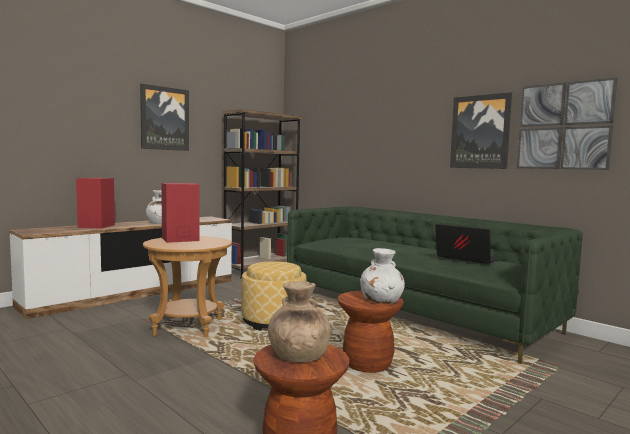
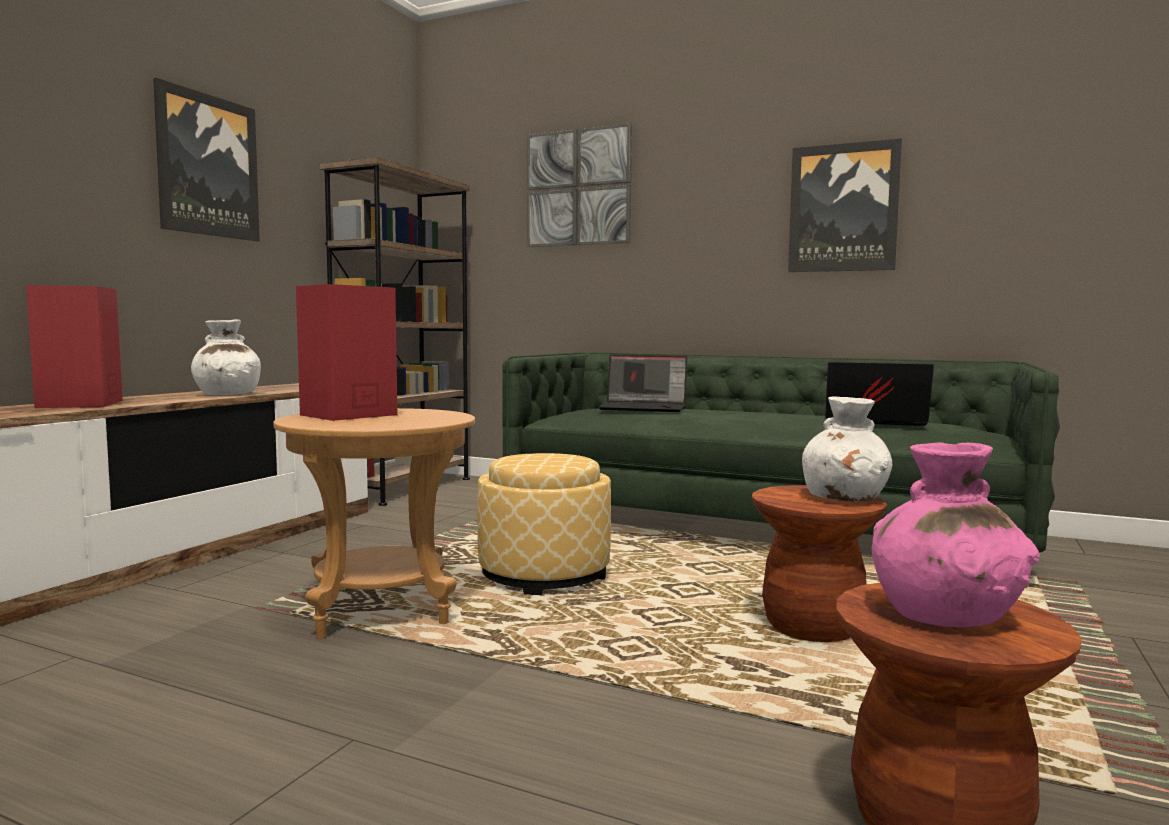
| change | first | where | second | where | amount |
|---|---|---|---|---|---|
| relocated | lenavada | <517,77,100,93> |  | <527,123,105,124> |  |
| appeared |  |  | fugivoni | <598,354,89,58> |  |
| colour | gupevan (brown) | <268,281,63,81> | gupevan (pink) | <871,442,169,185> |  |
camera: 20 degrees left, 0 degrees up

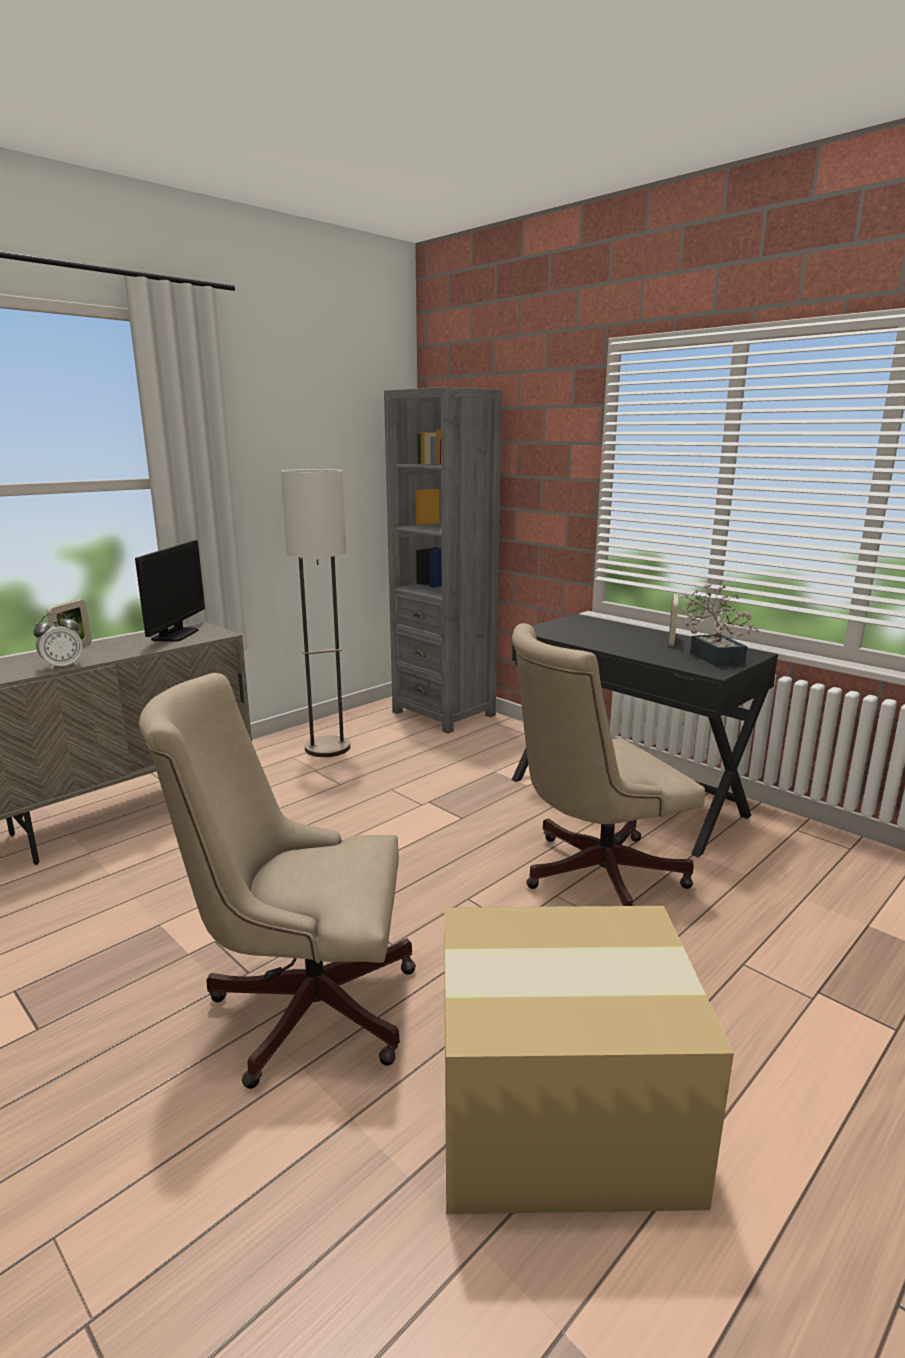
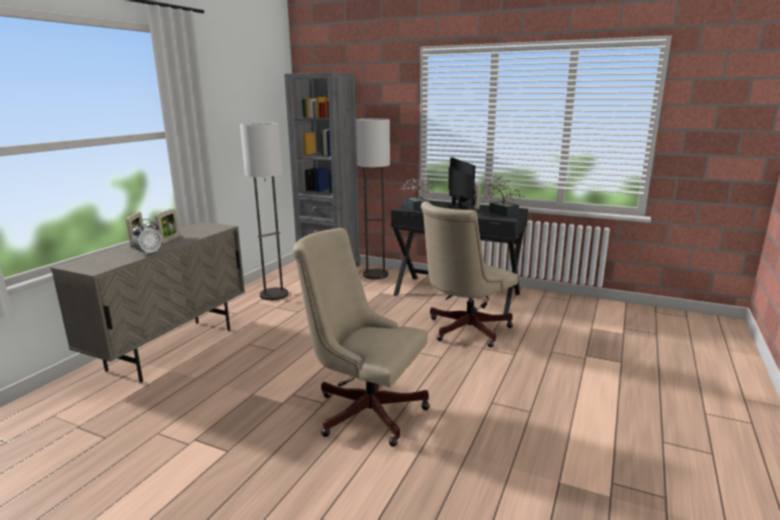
| change | first | where | second | where | amount |
|---|---|---|---|---|---|
| appeared |  |  | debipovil | <155,209,25,34> |  |
| spun | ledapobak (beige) | <139,673,277,416> |  | <293,228,137,219> | 45 degrees clockwise |
| appeared |  |  | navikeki | <356,118,34,161> |  |
| appeared |  |  | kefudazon | <400,176,36,35> |  |
| relocated | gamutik | <135,540,70,102> |  | <447,157,28,53> |  |
| missing | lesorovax | <444,906,290,308> |  |  |  |
camera: 20 degrees left, 0 degrees up

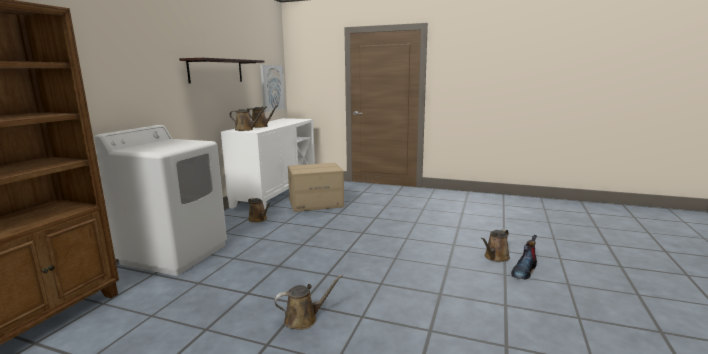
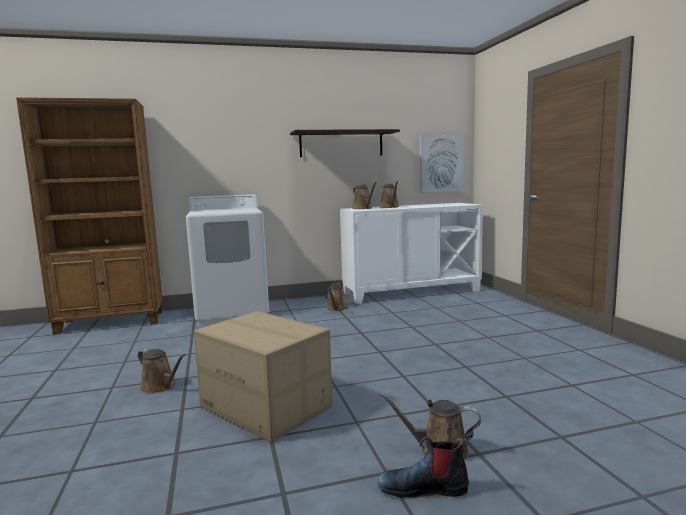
| change | first | where | second | where | amount |
|---|---|---|---|---|---|
| relocated | lesorovax | <288,163,56,49> |  | <194,311,138,131> |  |
camera: 55 degrees right, 5 degrees down

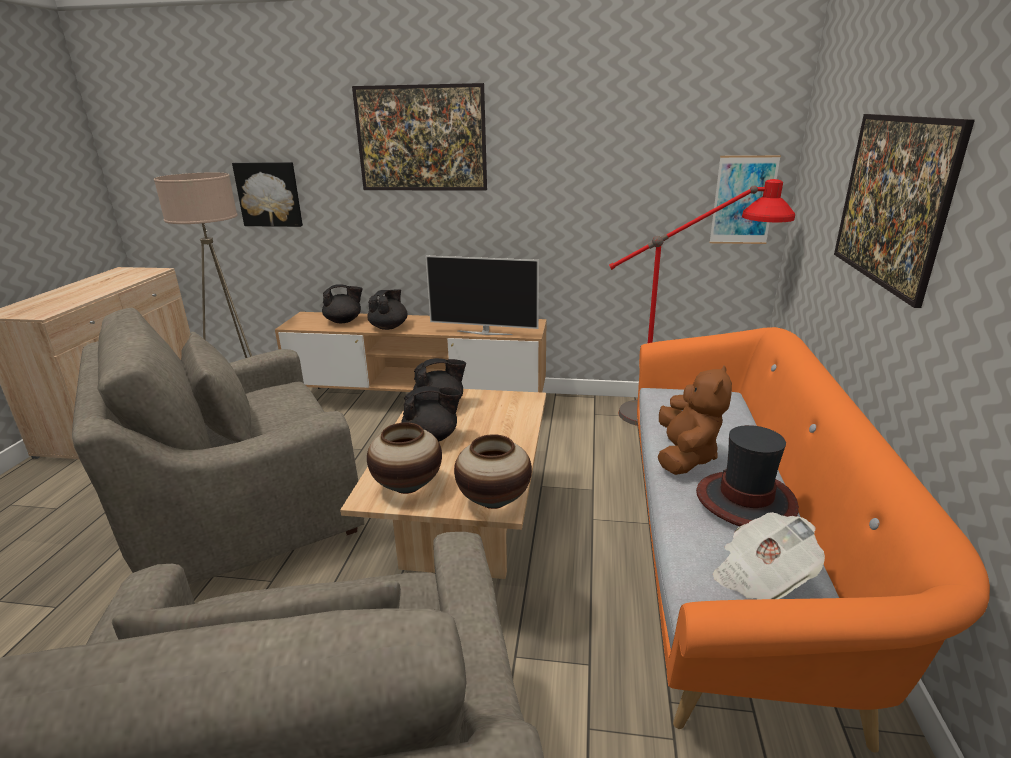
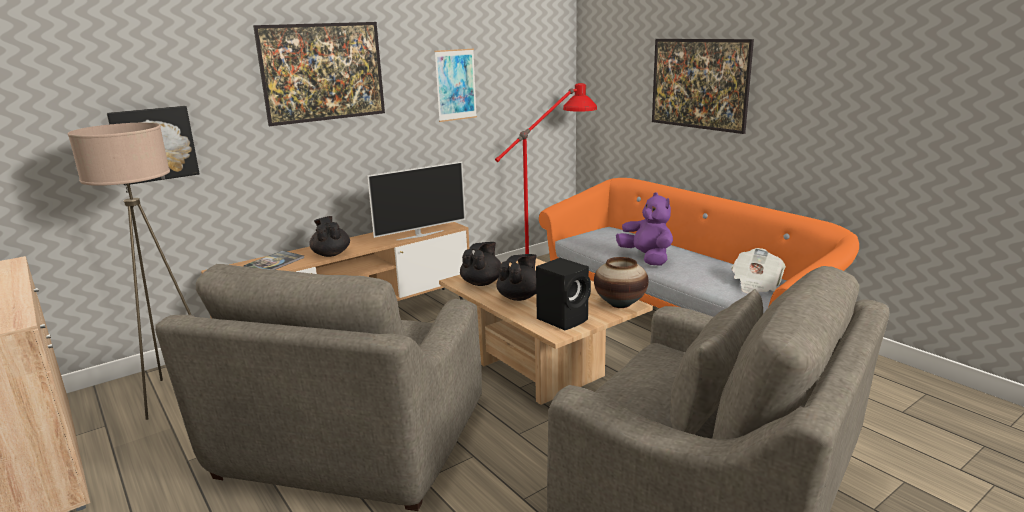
| change | first | where | second | where | amount |
|---|---|---|---|---|---|
| exchanged | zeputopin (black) | <322,284,41,39> | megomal | <244,251,60,19> |  |
| relocated | lenavada | <709,155,72,89> |  | <434,48,43,74> |  |
| exchanged | gupevan | <367,422,75,72> | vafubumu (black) | <536,258,55,73> |  |
| colour | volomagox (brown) | <658,365,74,110> | volomagox (purple) | <616,192,57,74> |  |
| missing | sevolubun | <696,425,103,101> |  |  |  |
camera: 45 degrees left, 5 degrees down

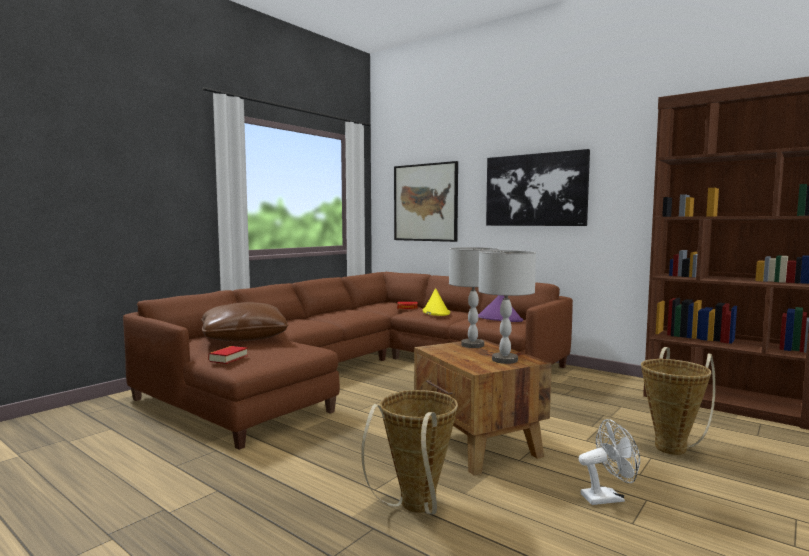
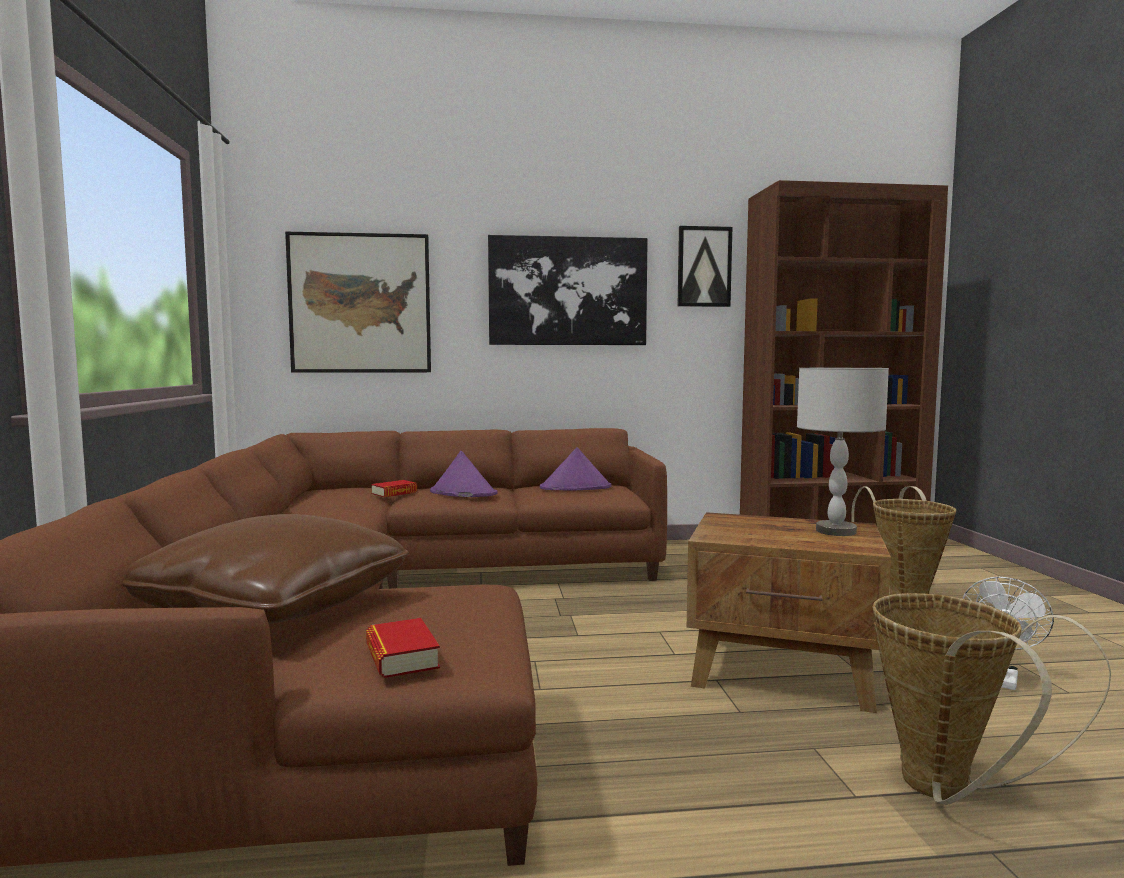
| change | first | where | second | where | amount |
|---|---|---|---|---|---|
| colour | sevolubun (yellow) | <422,288,28,28> | sevolubun (purple) | <430,451,67,46> |  |
| appeared |  |  | lenavada | <678,226,54,81> |  |
| missing | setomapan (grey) | <449,247,50,101> |  |  |  |
camera: 45 degrees left, 0 degrees up

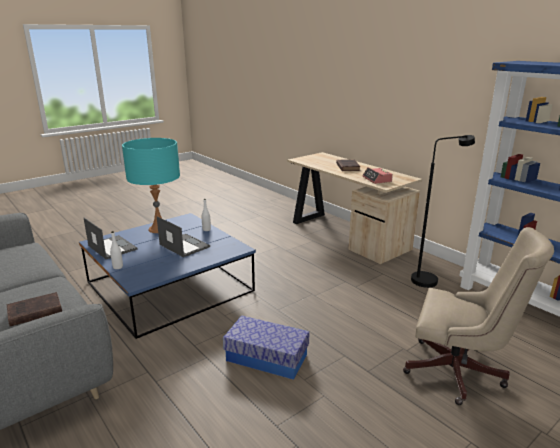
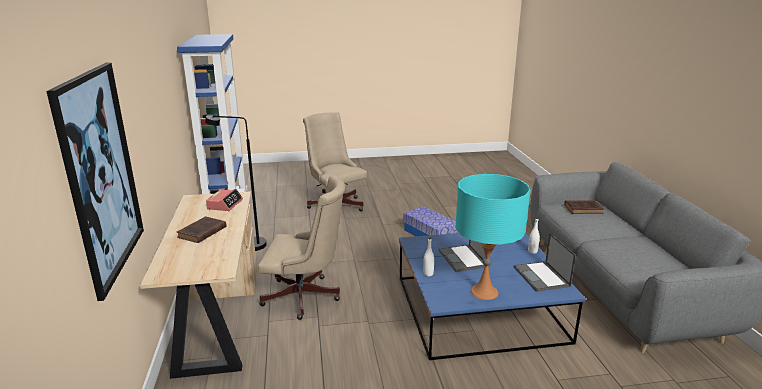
| change | first | where | second | where | amount |
|---|---|---|---|---|---|
| appeared |  |  | lenavada | <46,62,98,239> |  |
| appeared |  |  | ledapobak (beige) | <258,175,87,145> |  |
camera: 150 degrees left, 0 degrees up

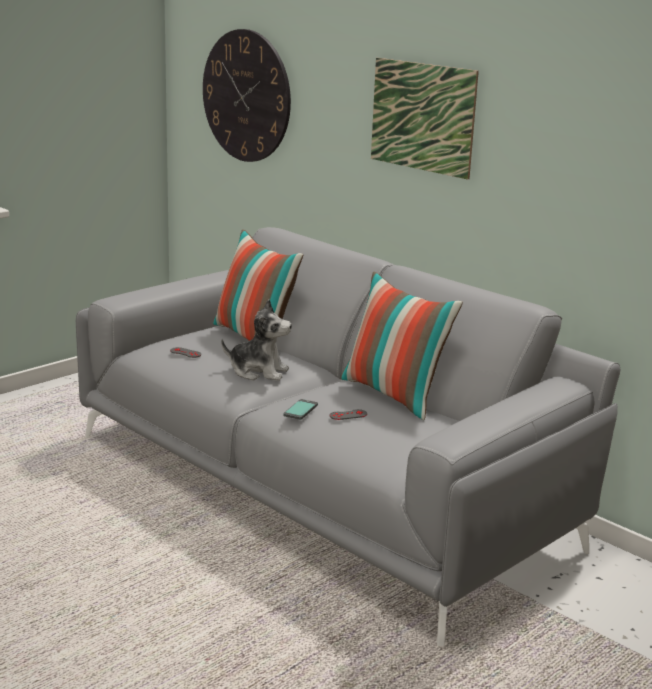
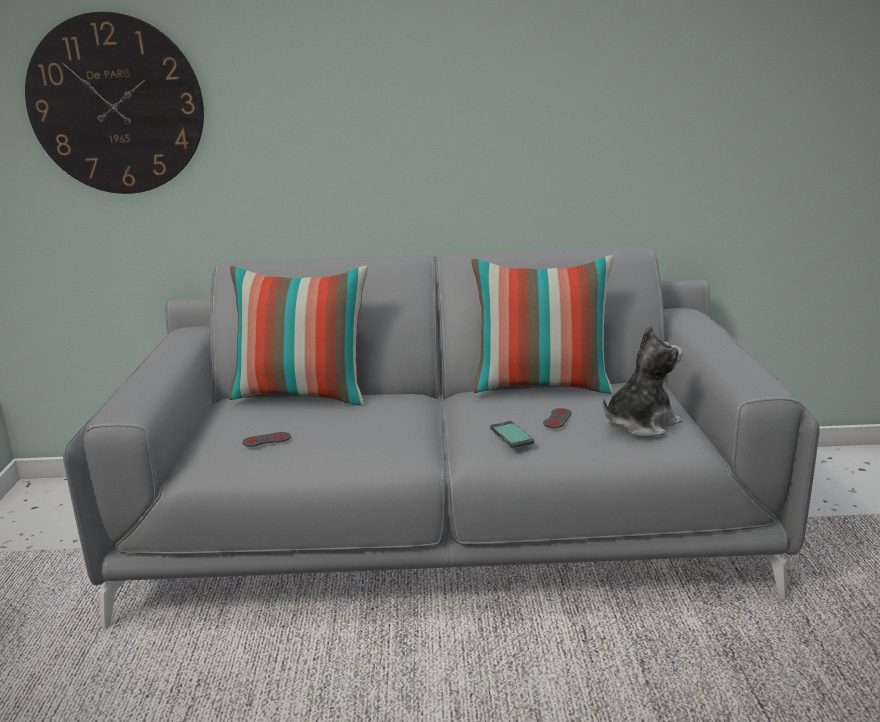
| change | first | where | second | where | amount |
|---|---|---|---|---|---|
| relocated | volomagox | <221,299,71,82> |  | <603,325,80,112> |  |
| missing | lenavada | <371,58,108,122> |  |  |  |
camera: 45 degrees left, 0 degrees up

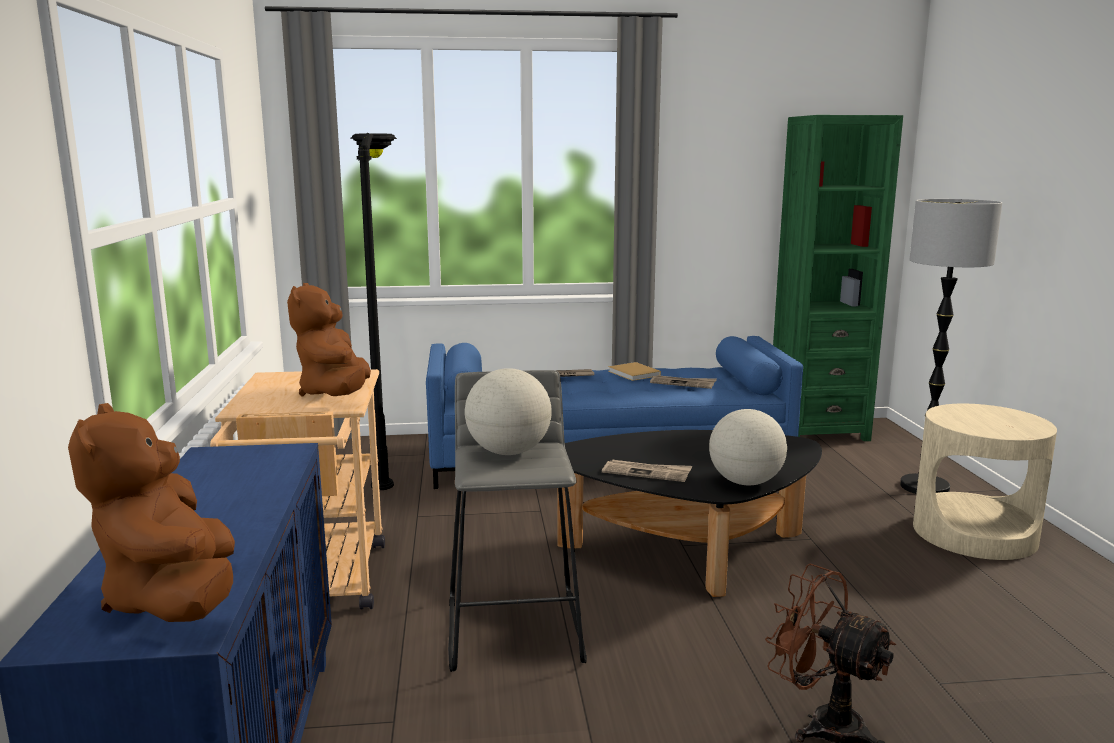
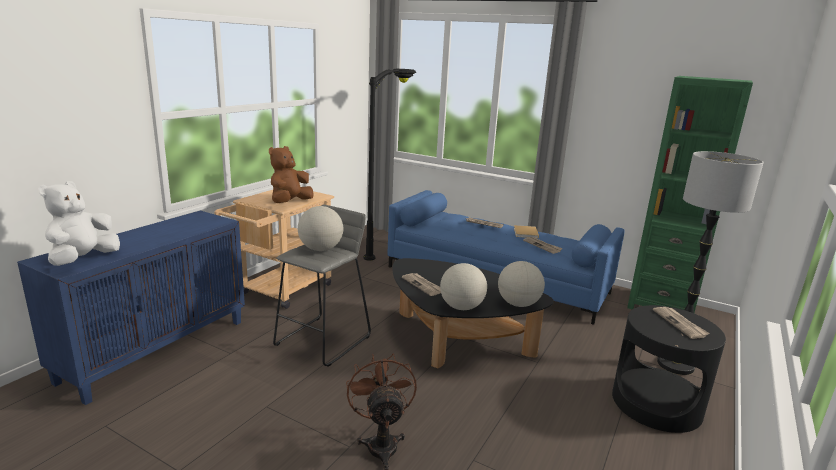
| change | first | where | second | where | amount |
|---|---|---|---|---|---|
| colour | volomagox (brown) | <68,403,167,219> | volomagox (white) | <38,181,82,85> |  |
| appeared |  |  | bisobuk | <498,261,47,46> |  |
| colour | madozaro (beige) | <913,404,144,156> | madozaro (black) | <612,305,114,128> |  |
| appeared |  |  | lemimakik | <653,307,57,32> |  |
camera: 35 degrees right, 5 degrees up

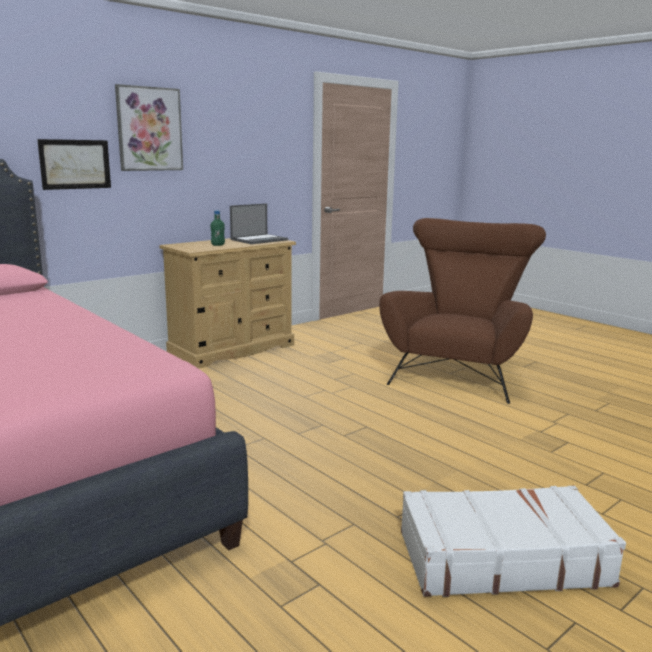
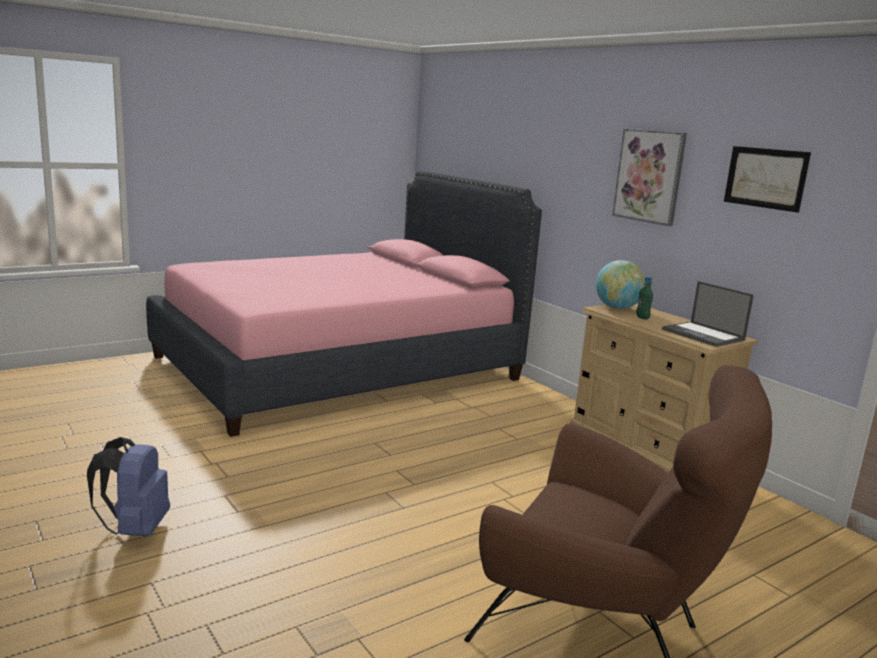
| change | first | where | second | where | amount |
|---|---|---|---|---|---|
| exchanged | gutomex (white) | <401,486,225,111> | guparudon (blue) | <87,437,83,99> |  |
| appeared |  |  | bisobuk | <596,260,49,49> |  |
| relocated | lenavada | <37,139,74,51> |  | <724,146,87,67> |  |
camera: 95 degrees right, 0 degrees up

